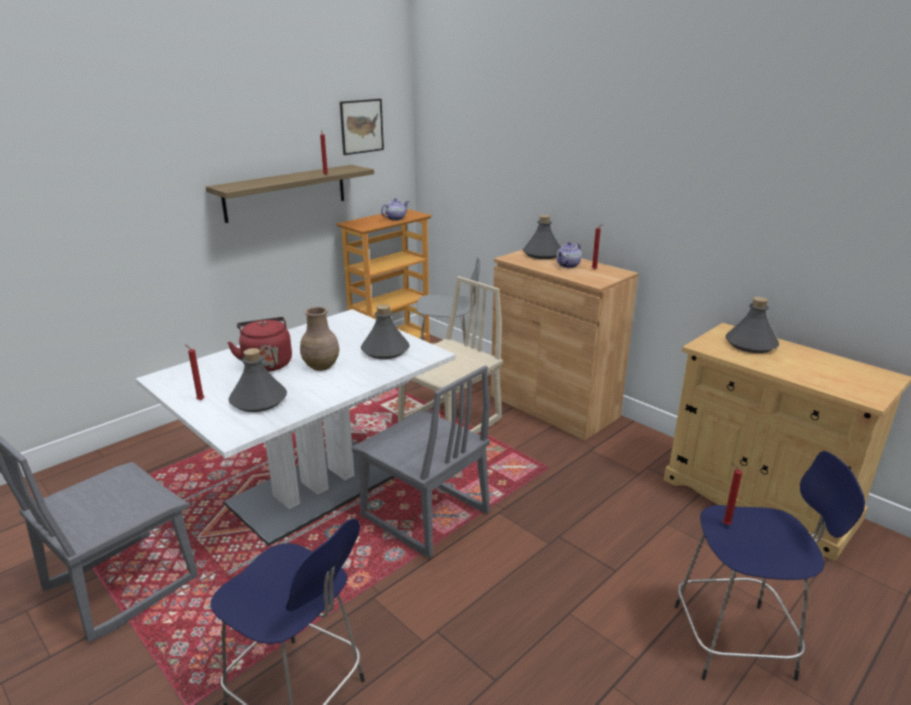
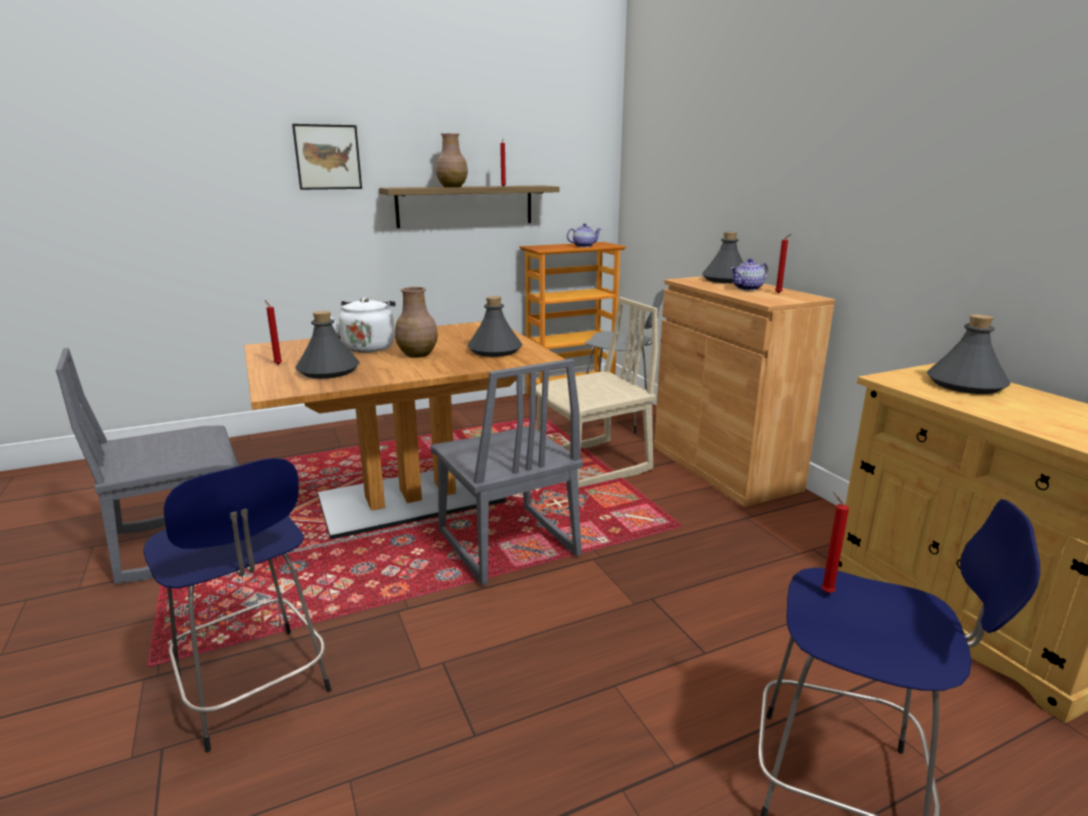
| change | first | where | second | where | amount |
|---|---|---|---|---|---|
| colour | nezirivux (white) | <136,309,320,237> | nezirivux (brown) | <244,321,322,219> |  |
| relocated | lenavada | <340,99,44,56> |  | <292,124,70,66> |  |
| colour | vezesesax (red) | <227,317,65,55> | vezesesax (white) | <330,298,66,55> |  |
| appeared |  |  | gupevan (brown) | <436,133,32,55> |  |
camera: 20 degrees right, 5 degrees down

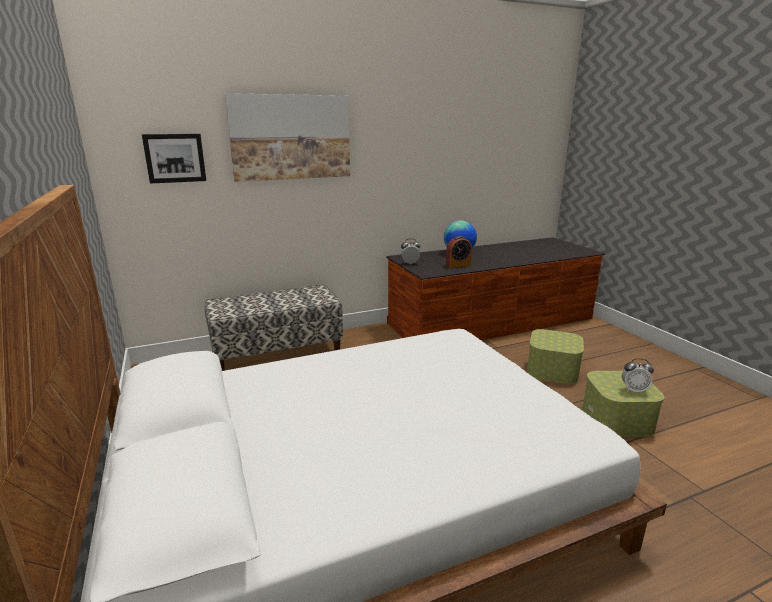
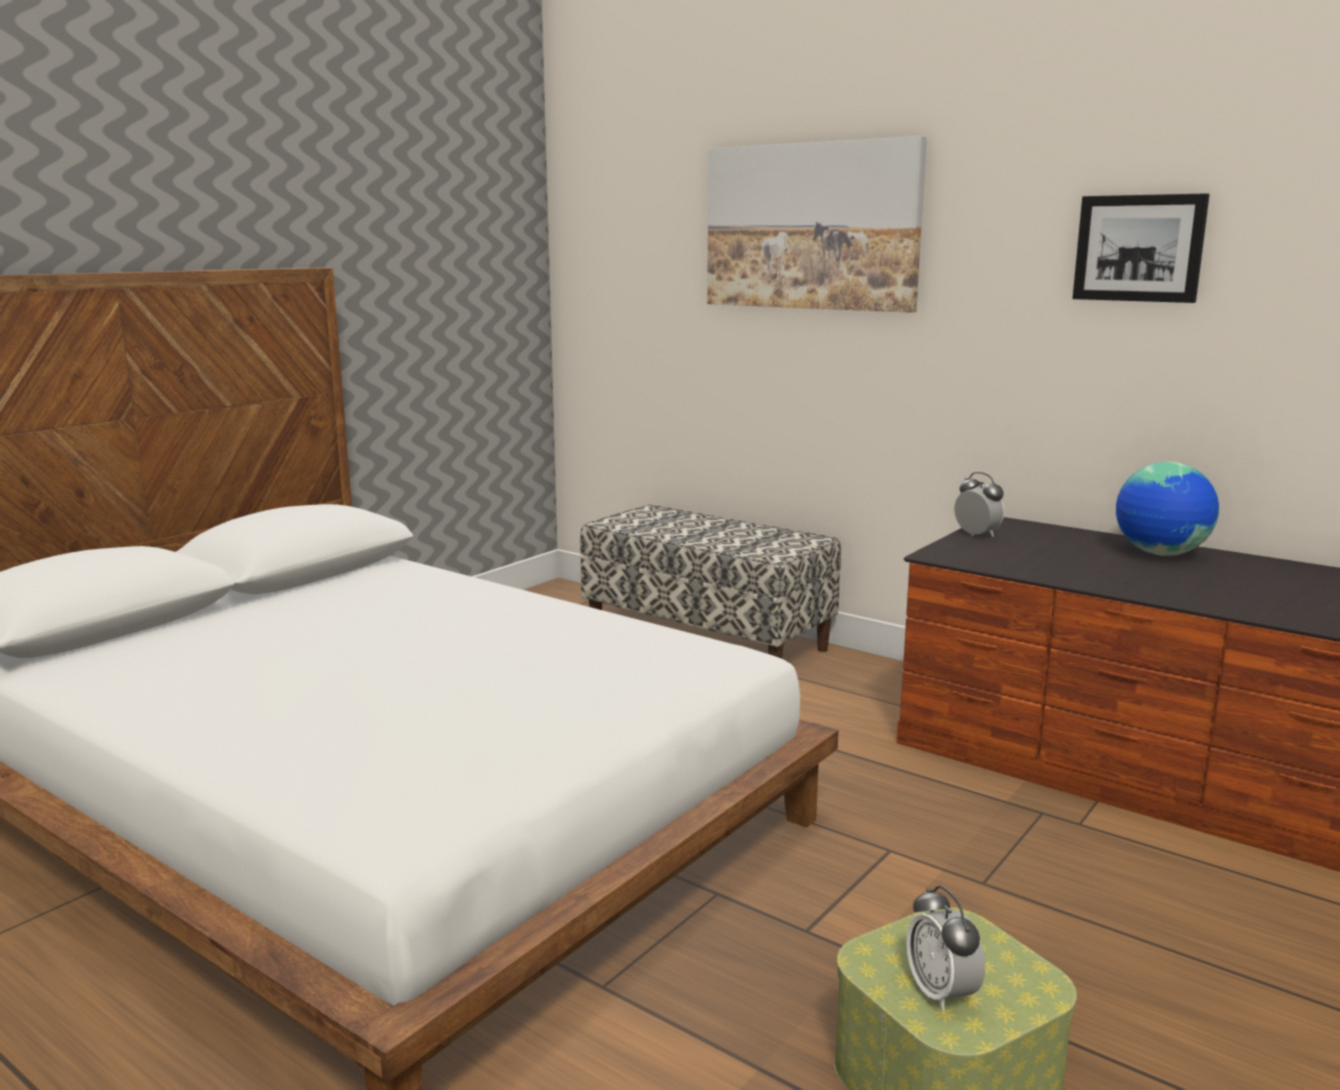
| change | first | where | second | where | amount |
|---|---|---|---|---|---|
| relocated | lenavada | <142,134,64,50> |  | <1072,193,138,110> |  |
| missing | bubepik | <446,236,26,32> |  |  |  |
| missing | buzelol | <527,329,57,55> |  |  |  |
camera: 60 degrees right, 5 degrees down

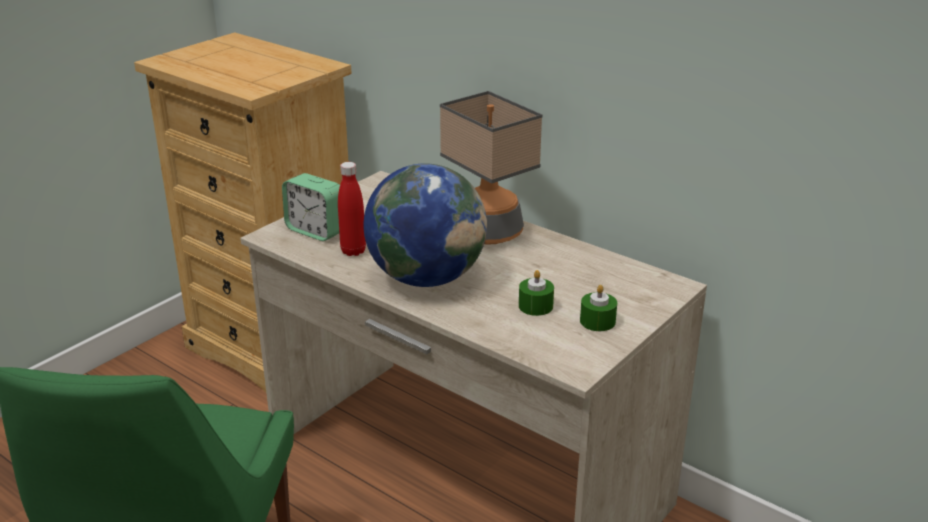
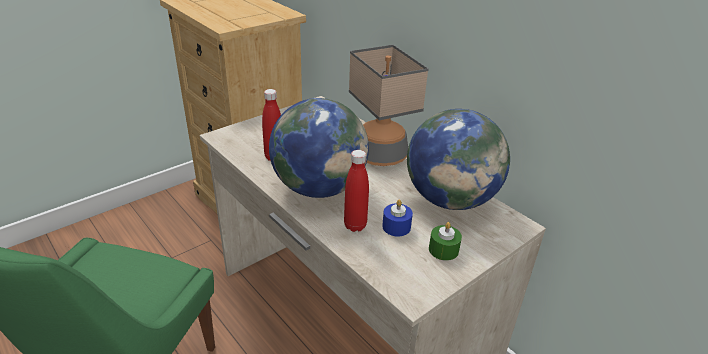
| change | first | where | second | where | amount |
|---|---|---|---|---|---|
| appeared |  |  | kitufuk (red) | <344,150,25,82> |  |
| colour | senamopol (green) | <519,270,35,46> | senamopol (blue) | <382,199,31,38> |  |
| appeared |  |  | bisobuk | <407,109,103,101> |  |
| missing | bubepik | <282,173,58,68> |  |  |  |
camera: 10 degrees right, 5 degrees up

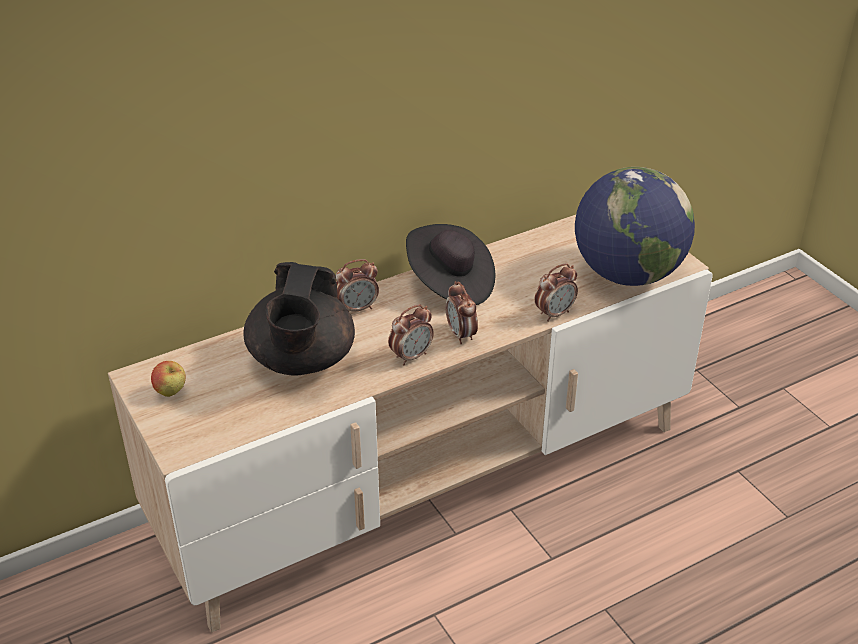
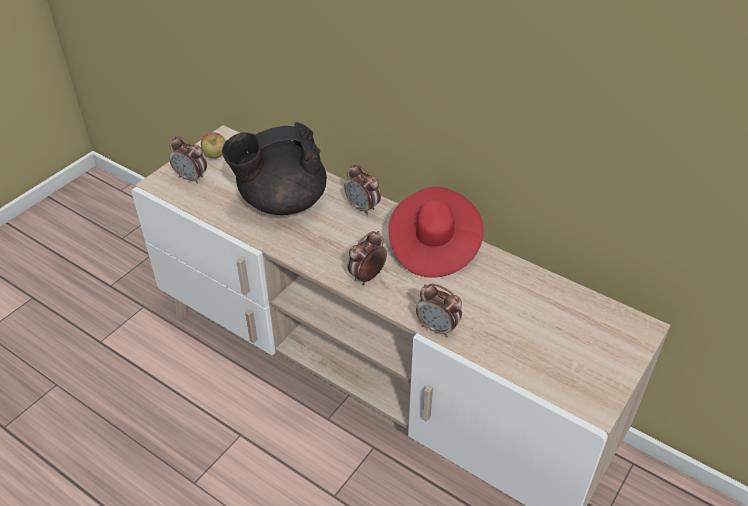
| change | first | where | second | where | amount |
|---|---|---|---|---|---|
| relocated | bubepik | <388,304,46,61> |  | <169,136,38,48> |  |
| colour | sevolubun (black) | <406,224,89,81> | sevolubun (red) | <388,187,96,91> |  |
| missing | bisobuk | <575,167,120,119> |  |  |  |
camera: 65 degrees right, 5 degrees up

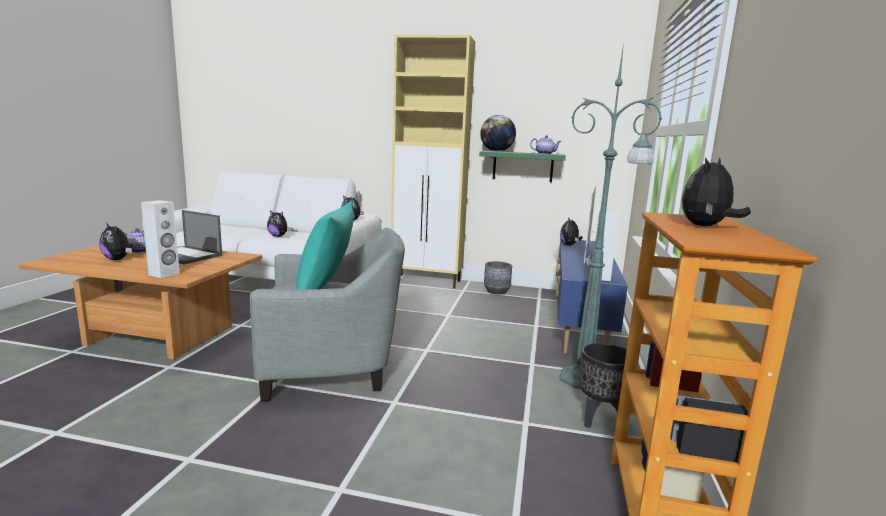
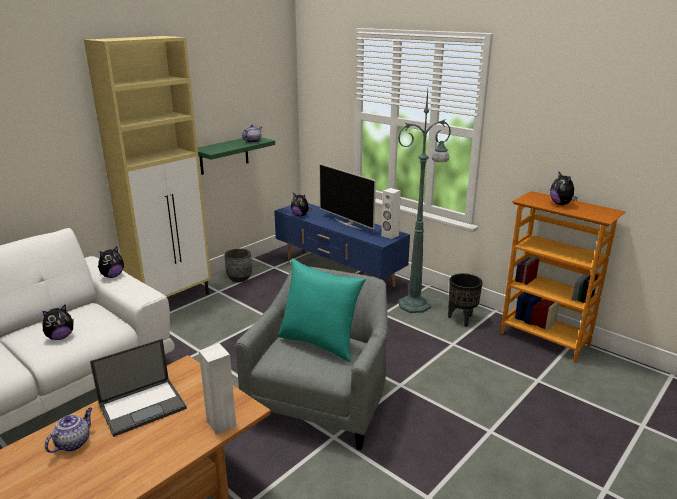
| change | first | where | second | where | amount |
|---|---|---|---|---|---|
| missing | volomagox | <99,223,34,37> |  |  |  |
| missing | bisobuk | <480,115,36,37> |  |  |  |
camera: 60 degrees left, 10 degrees up

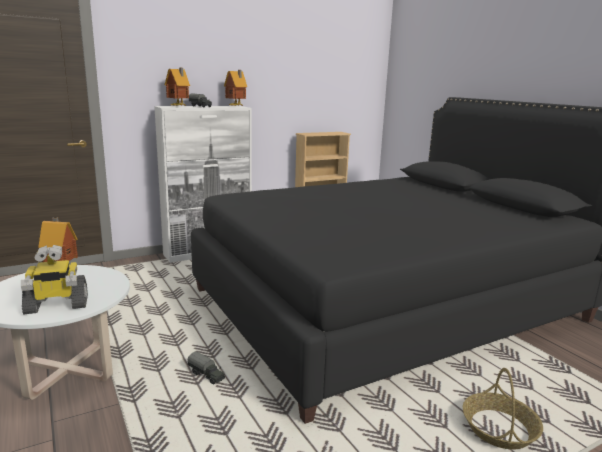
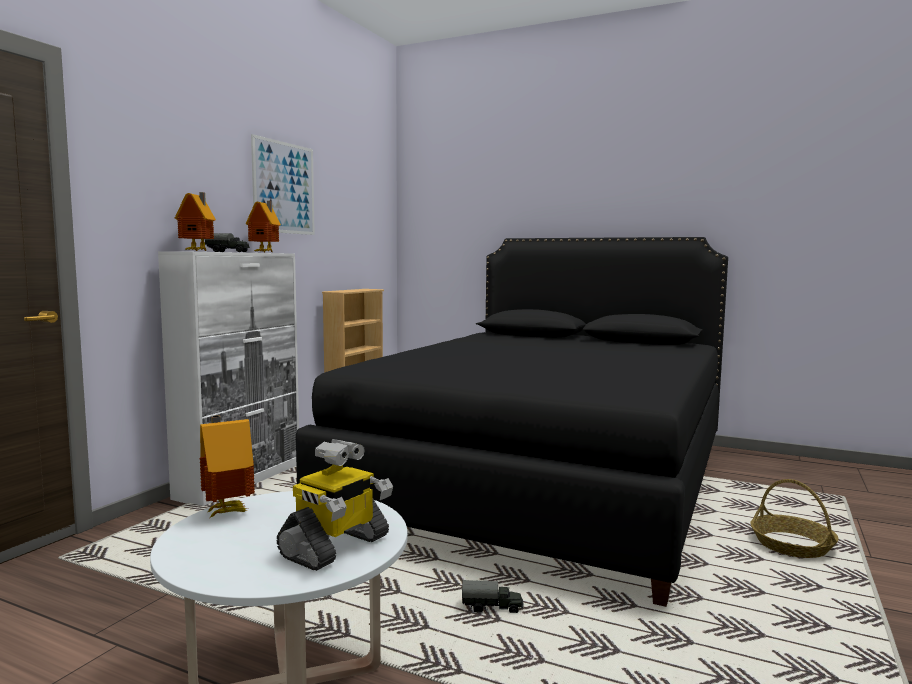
| change | first | where | second | where | amount |
|---|---|---|---|---|---|
| appeared |  |  | lenavada | <251,134,64,101> |  |
camera: 35 degrees left, 10 degrees down

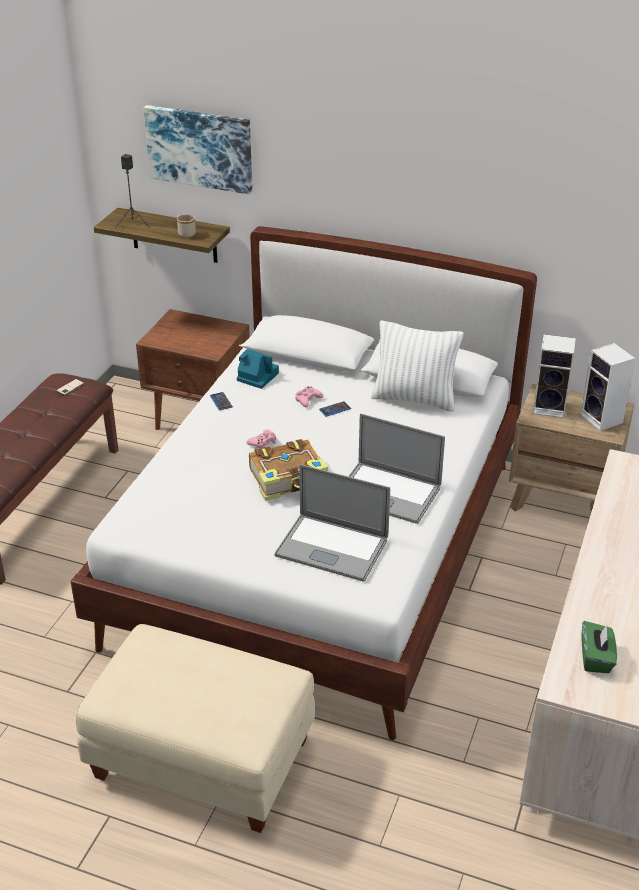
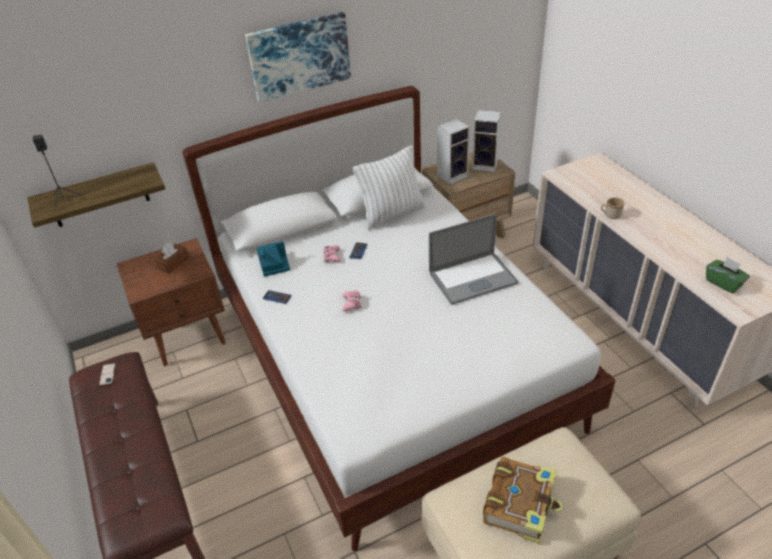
| change | first | where | second | where | amount |
|---|---|---|---|---|---|
| appeared |  |  | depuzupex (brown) | <154,242,35,32> |  |
| relocated | lenavada | <144,105,108,89> |  | <245,12,106,90> |  |
| relocated | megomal | <249,439,79,62> |  | <483,457,79,87> |  |
| relocated | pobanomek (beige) | <177,214,19,24> |  | <601,197,23,22> |  |
| missing | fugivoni | <275,464,115,118> |  |  |  |
camera: 45 degrees left, 5 degrees up

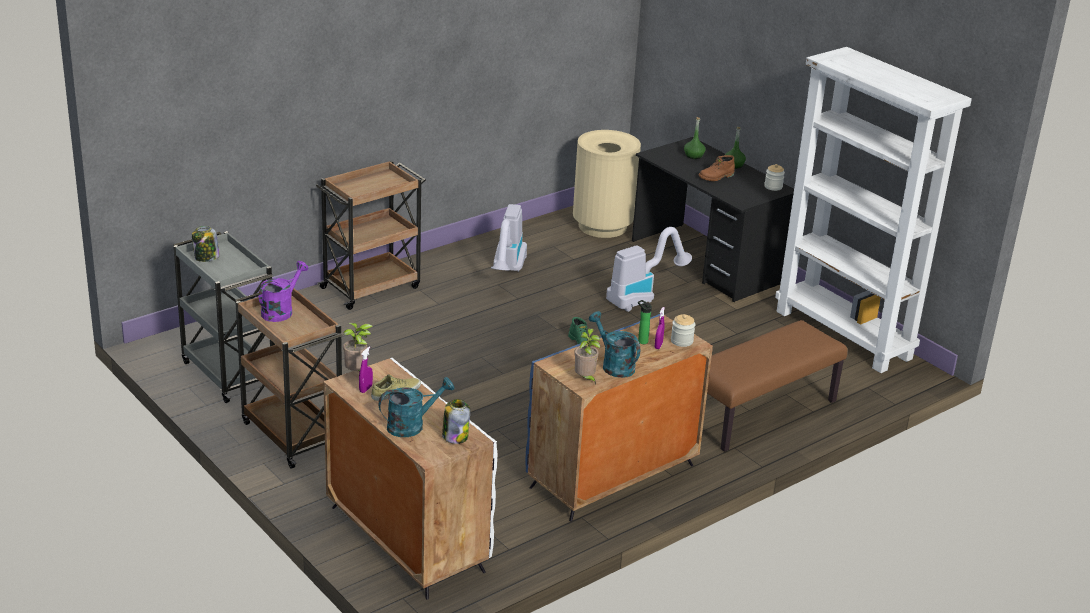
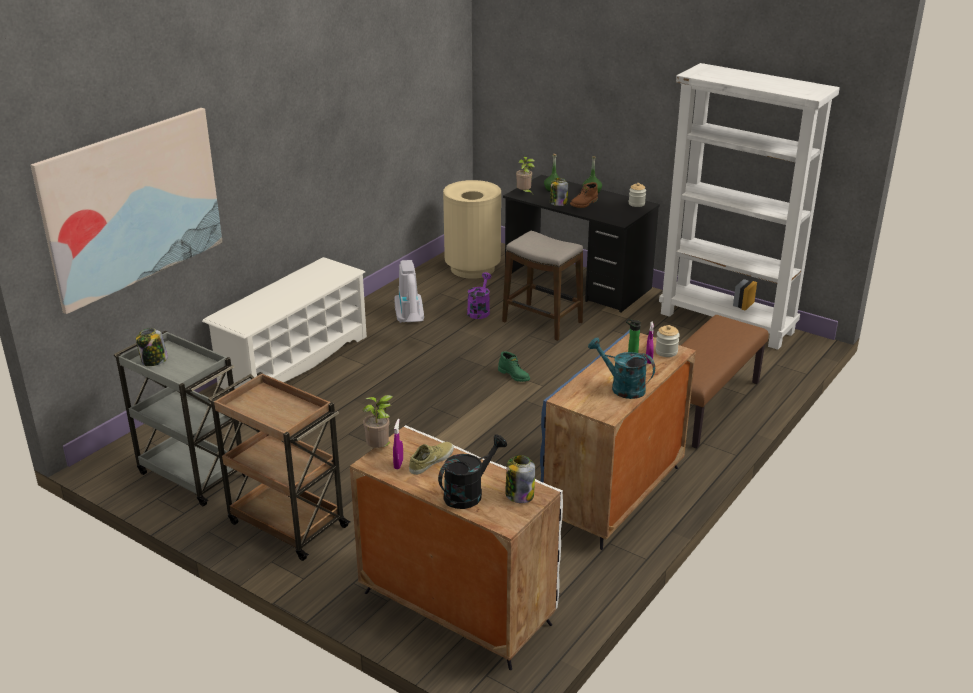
| change | first | where | second | where | amount |
|---|---|---|---|---|---|
| appeared |  |  | lenavada | <31,108,192,206> |  |
| exchanged | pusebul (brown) | <316,160,110,150> | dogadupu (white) | <202,257,165,134> |  |
| colour | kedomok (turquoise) | <379,377,75,60> | kedomok (black) | <438,434,69,75> |  |
| relocated | kedomok (purple) | <259,261,49,61> |  | <467,272,24,47> |  |
| exchanged | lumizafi | <606,227,86,85> | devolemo | <502,231,81,110> |  |
| relocated | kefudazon | <574,329,26,56> |  | <516,157,19,37> |  |
| appeared |  |  | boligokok | <550,178,18,28> |  |
camera: 15 degrees left, 0 degrees up

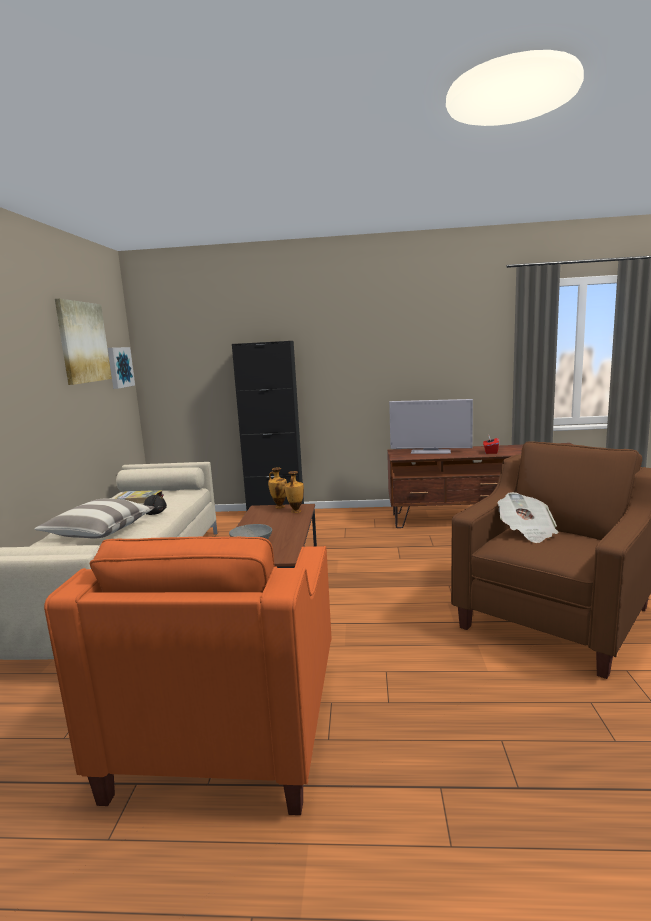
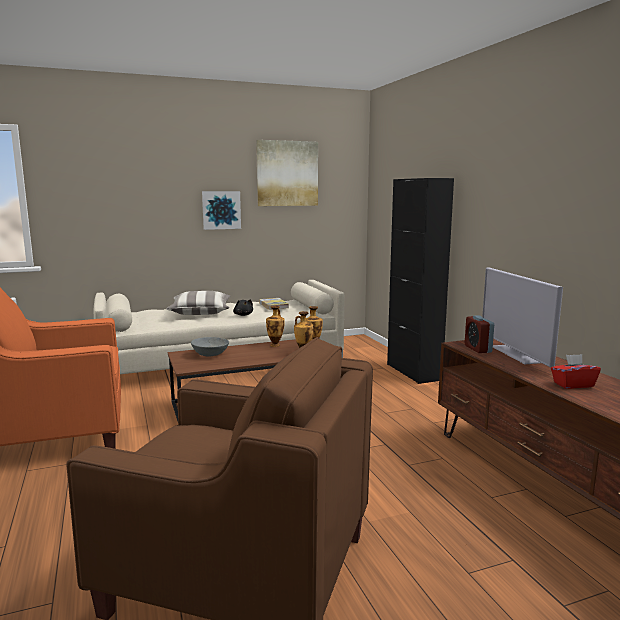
| change | first | where | second | where | amount |
|---|---|---|---|---|---|
| relocated | lenavada | <108,347,27,42> |  | <202,191,39,39> |  |
| appeared |  |  | gupevan | <266,306,19,41> |  |
| appeared |  |  | bubepik | <465,315,29,38> |  |
| missing | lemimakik | <498,492,61,51> |  |  |  |
camera: 65 degrees right, 0 degrees up

